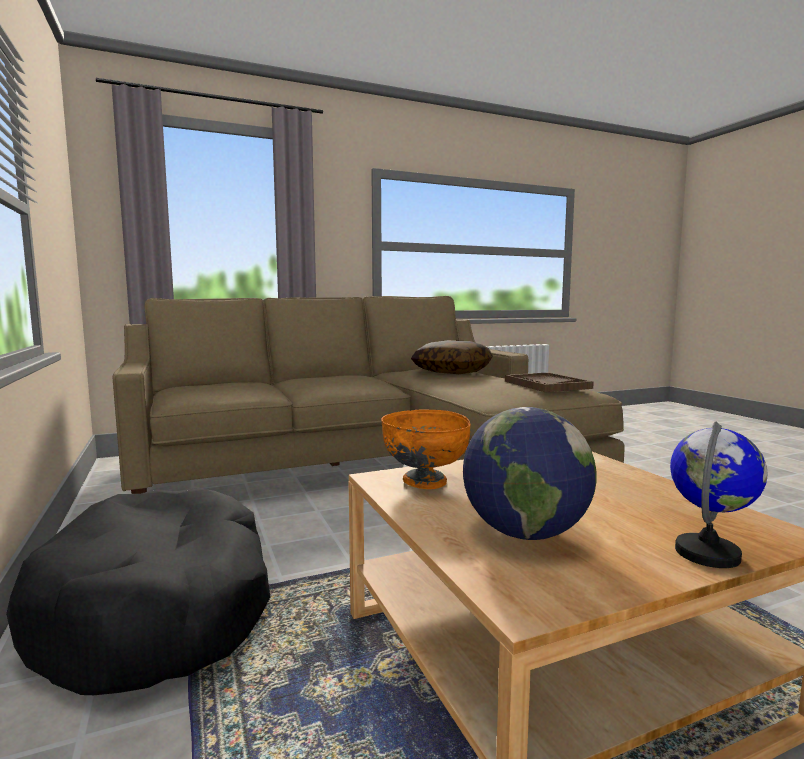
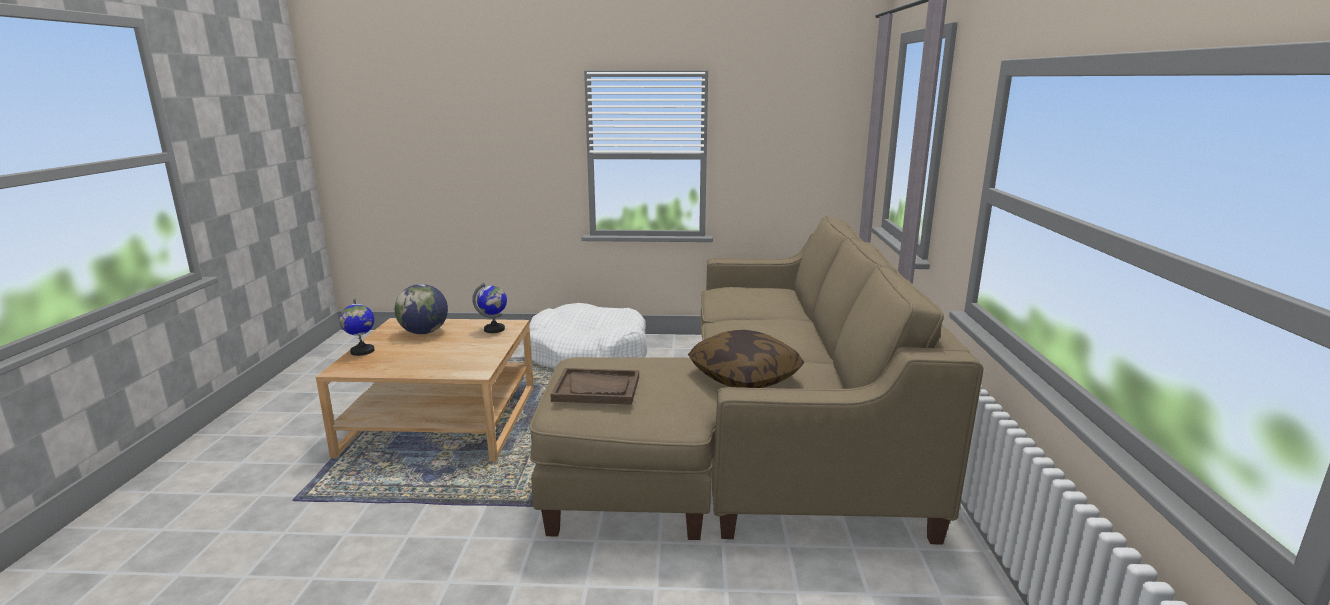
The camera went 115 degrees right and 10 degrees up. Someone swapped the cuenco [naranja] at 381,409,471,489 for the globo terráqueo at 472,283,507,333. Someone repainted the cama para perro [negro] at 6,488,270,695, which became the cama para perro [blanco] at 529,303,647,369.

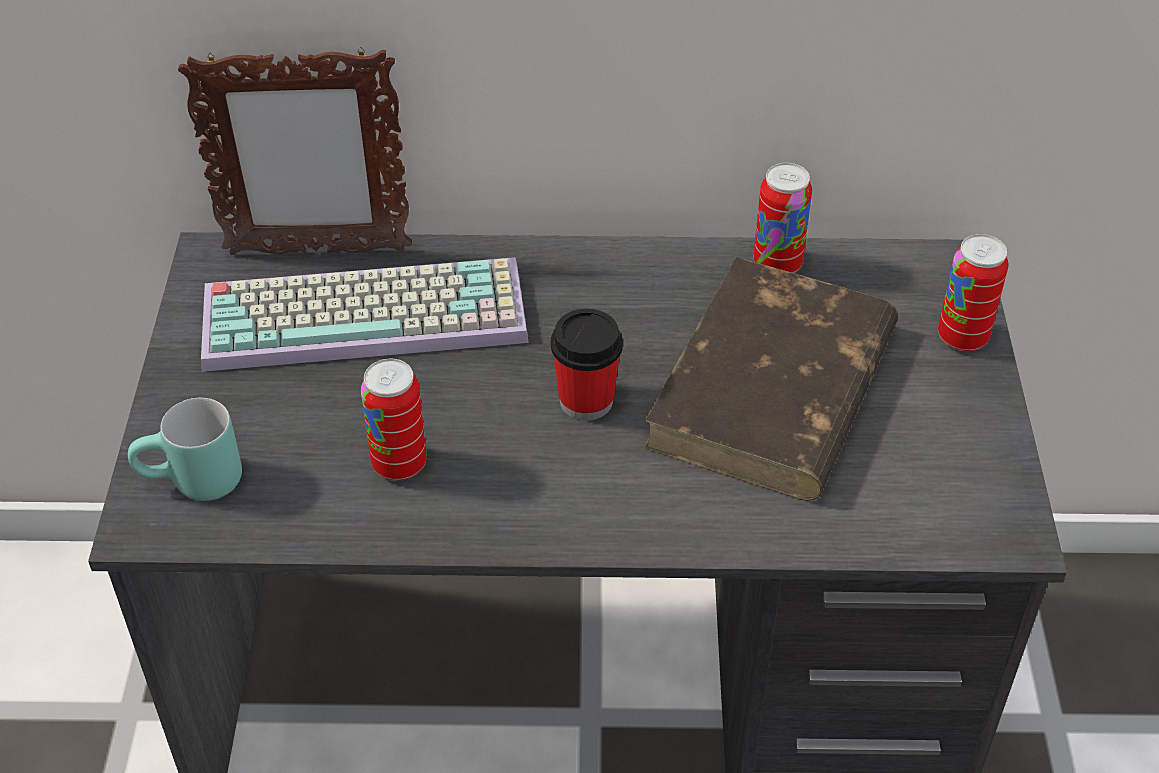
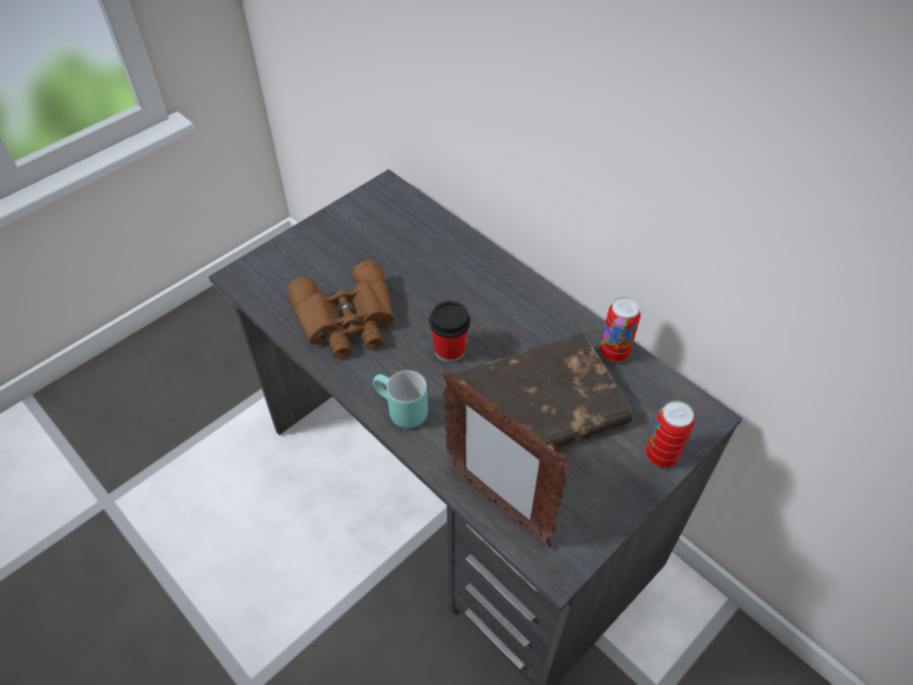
The camera went 45 degrees right and 5 degrees up. Someone took away the teclado at 201,257,529,372. Someone carried the taza grande [turquesa] from 128,398,242,501 to 373,370,428,428. Someone carried the portarretratos from 178,47,412,255 to 442,371,570,548. Someone swapped the lata at 361,359,427,480 for the prismáticos [marrón] at 287,260,394,358.

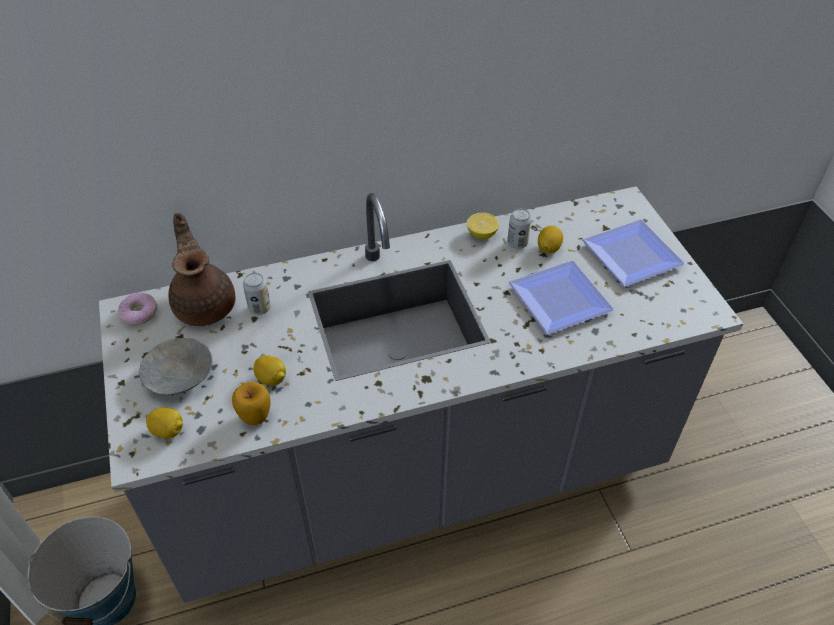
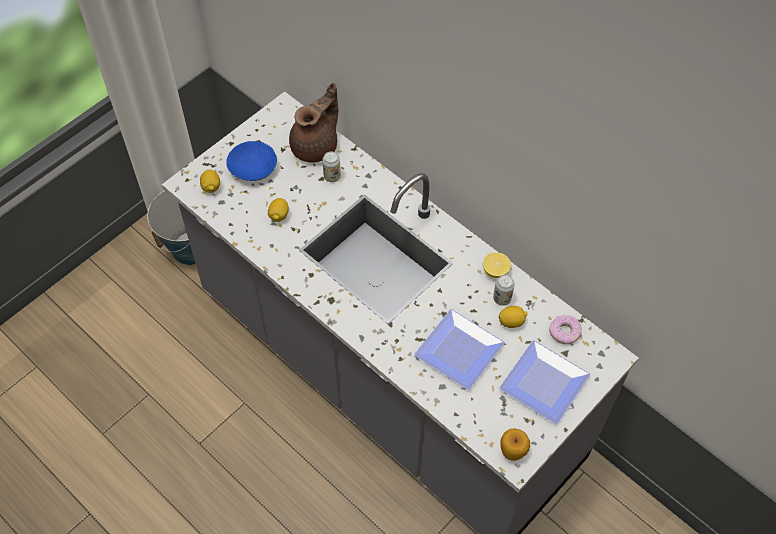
The camera went 60 degrees right and 10 degrees up. Someone carried the rosquilla from 118,293,158,325 to 549,315,582,344. Someone carried the manzana from 232,382,271,425 to 500,428,530,461. Someone repainted the cuenco [gris] at 139,338,212,396, which became the cuenco [azul] at 226,141,277,181.

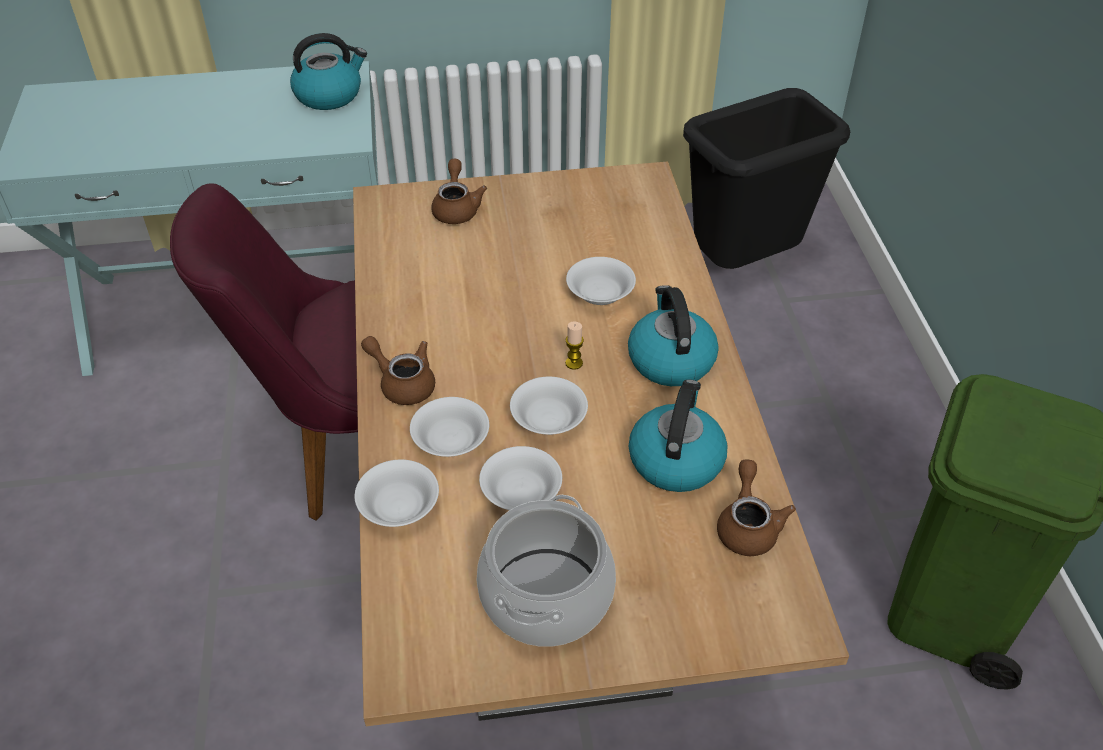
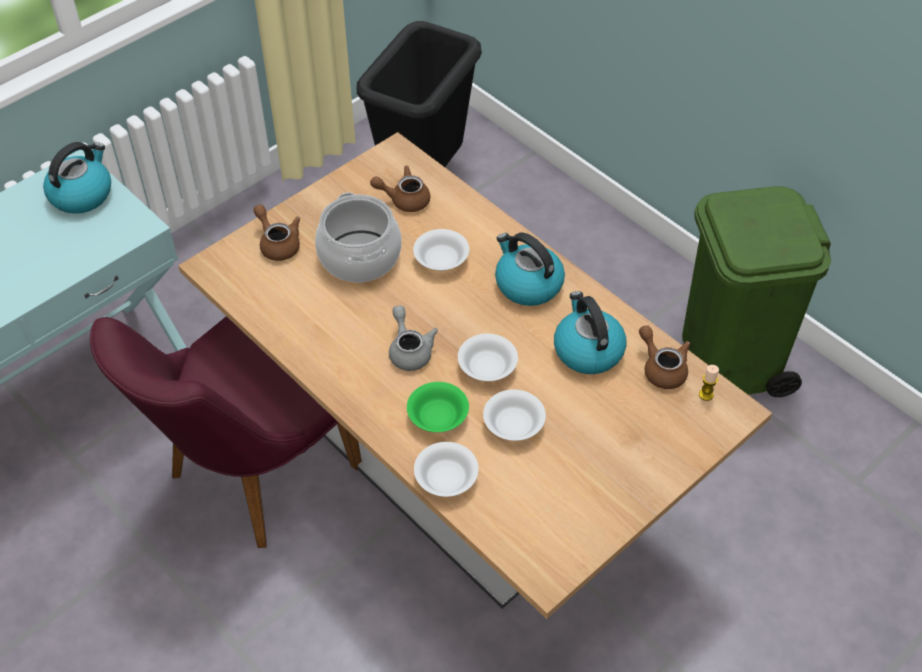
The camera went 35 degrees left and 5 degrees up. Someone put down the tetera [gris] at 389,305,438,371. Someone carried the tetera [marrón] from 361,336,435,405 to 370,166,430,212. Someone carried the olla from 477,495,616,647 to 315,192,402,282. Someone carried the vela from 565,322,584,370 to 699,365,719,401. Someone repainted the cuenco [blanco] at 410,397,489,457, which became the cuenco [verde] at 407,382,469,432.

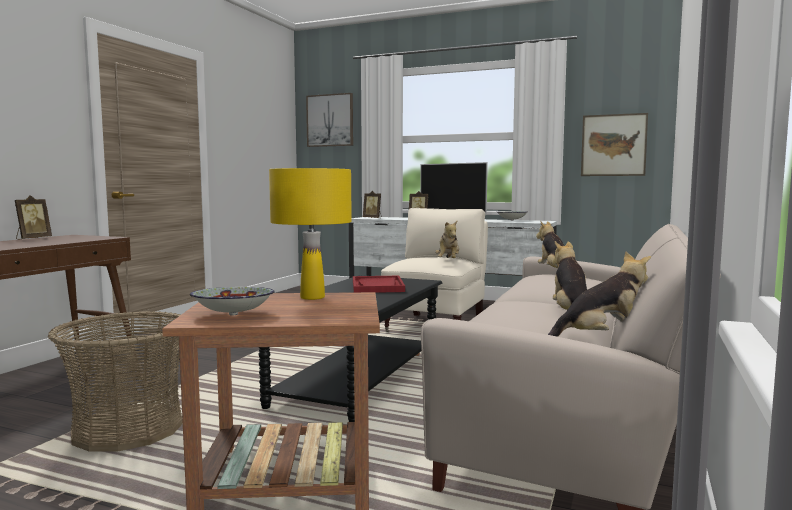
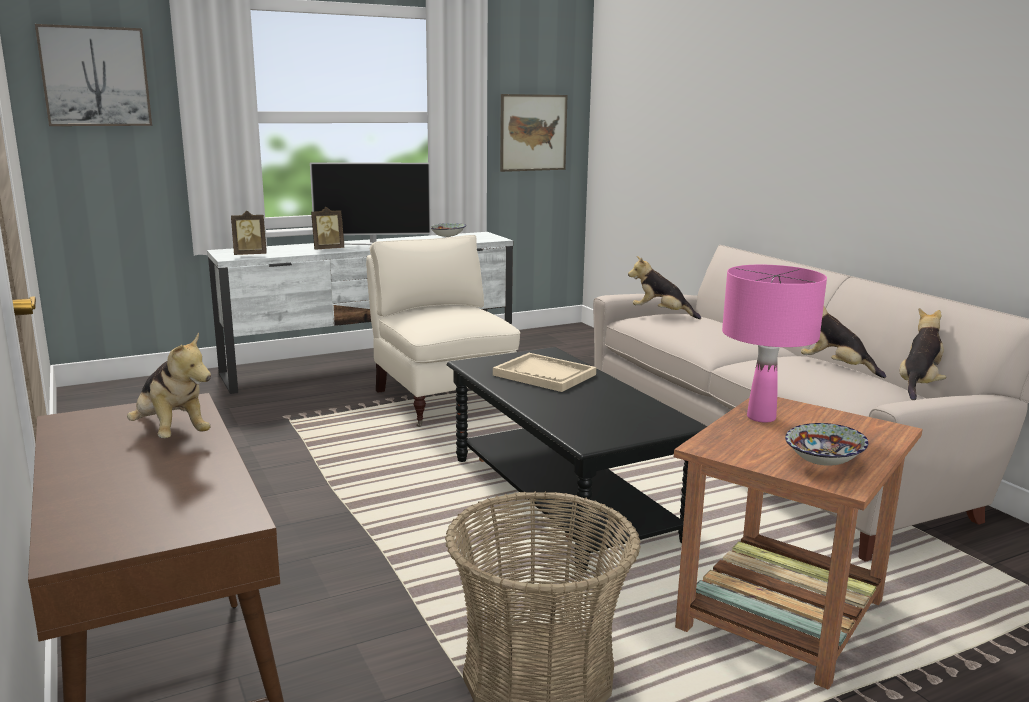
The camera went 50 degrees left and 10 degrees up. Someone took away the portarretratos at 15,195,52,239. Someone carried the peluche from 435,221,459,258 to 127,332,211,438. Someone repainted the lámpara de mesa [amarillo] at 269,168,352,300, which became the lámpara de mesa [rosa] at 722,265,827,423. Someone repainted the bandeja [rojo] at 353,276,405,293, which became the bandeja [beis] at 493,353,596,392.

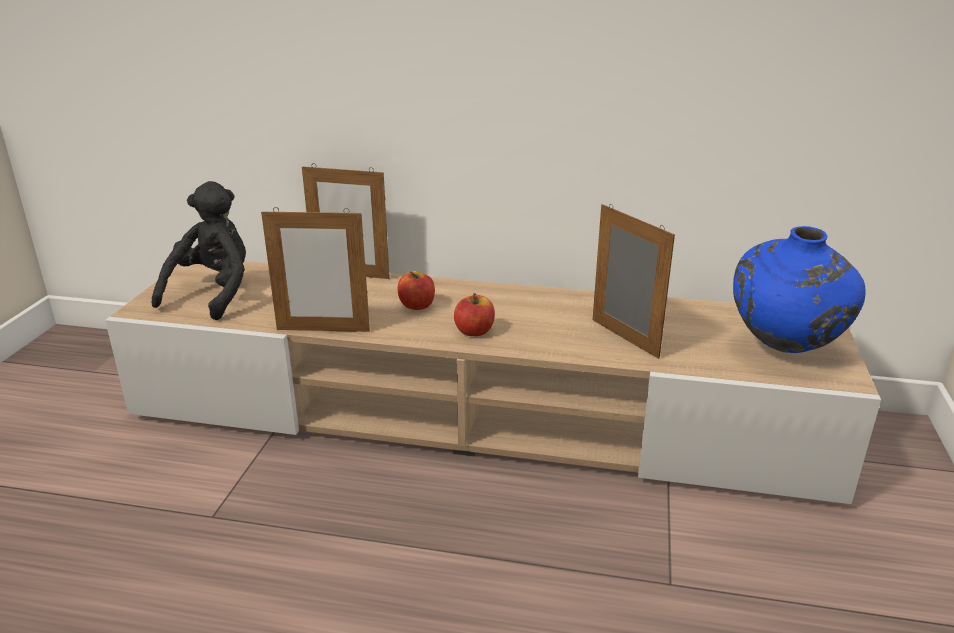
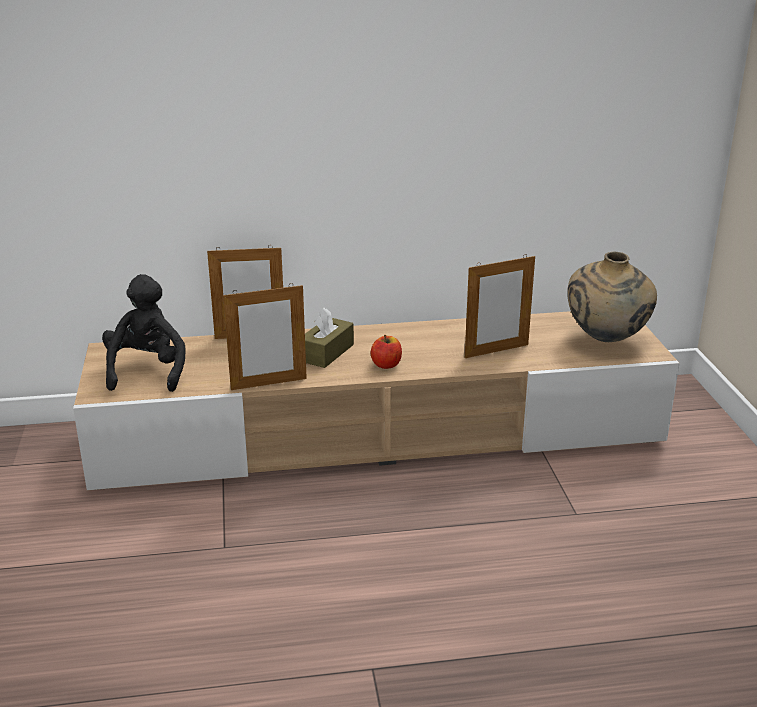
The camera went 20 degrees left and 0 degrees up. Someone swapped the manzana at 398,271,435,310 for the caja de pañuelos [marrón] at 305,308,354,368. Someone repainted the florero [azul] at 733,226,866,353, which became the florero [beis] at 567,252,657,342. Someone rotated the portarretratos at 593,204,675,359 by 120 degrees clockwise.

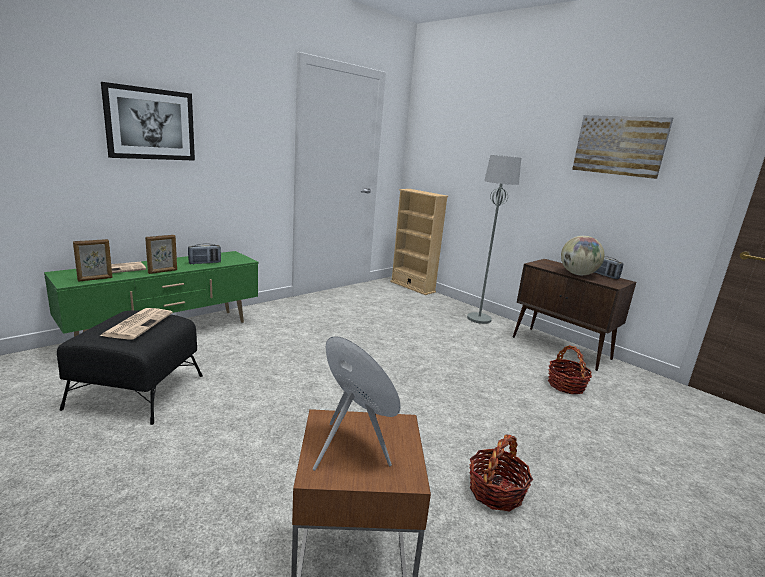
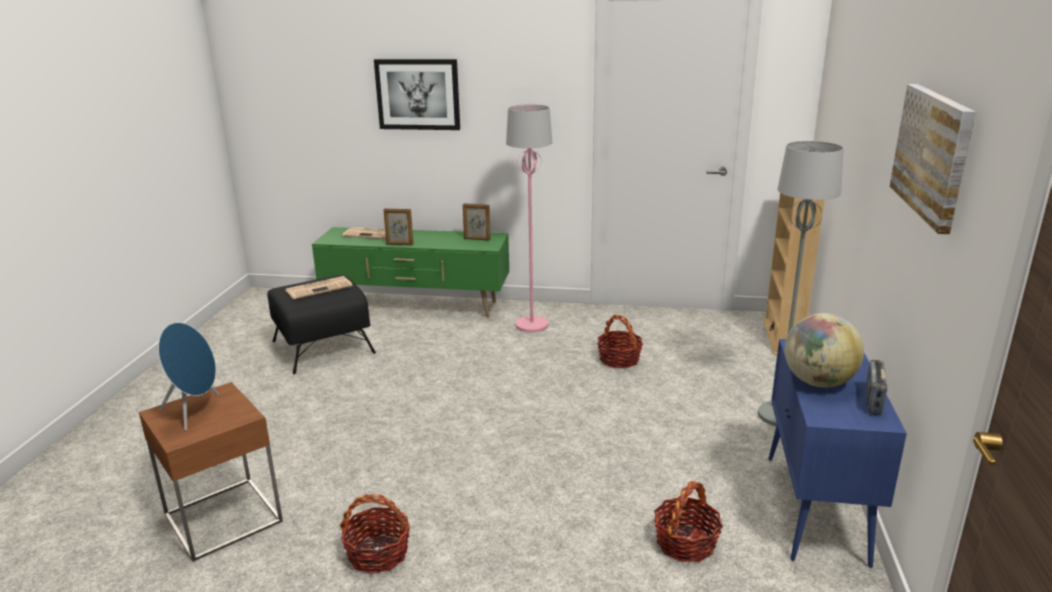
The camera went 55 degrees right and 5 degrees up. Someone took away the radio at 188,243,221,264. Someone put down the lámpara de pie [rosa] at 506,104,552,333. Someone put down the cesta at 597,315,643,368. Someone carried the portarretratos from 73,239,113,282 to 463,203,490,241. Someone repainted the armario [marrón] at 513,259,636,371, which became the armario [azul] at 768,339,907,568.

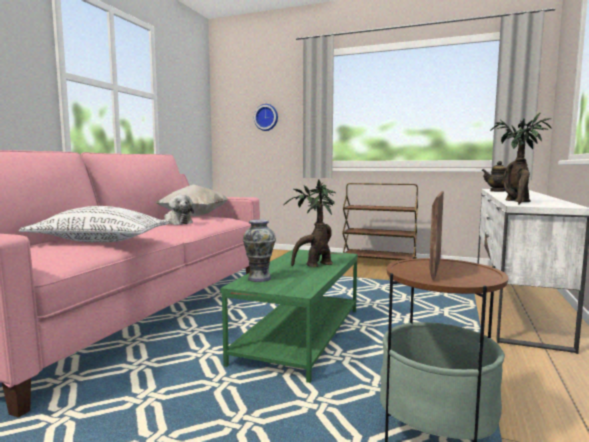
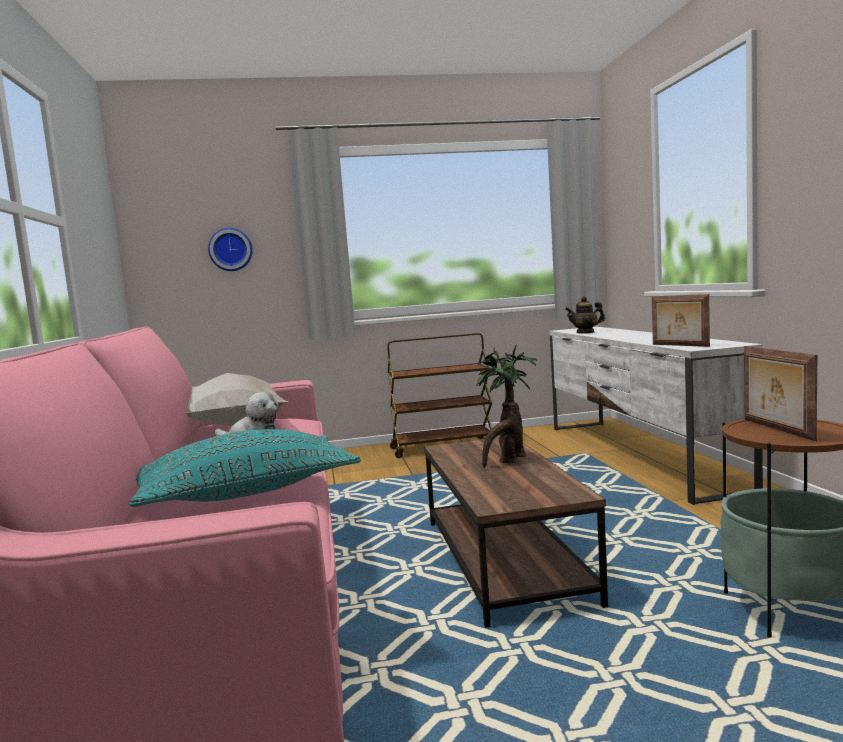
The camera went 30 degrees left and 0 degrees up. Someone took away the florero at 243,219,276,282. Someone swapped the planta en maceta at 490,112,552,205 for the portarretratos at 652,294,710,347. Someone repainted the cojín [blanco] at 19,206,170,242, which became the cojín [turquesa] at 130,429,361,507. Someone repainted the mesa de centro [verde] at 220,250,358,383, which became the mesa de centro [marrón] at 424,438,608,628.

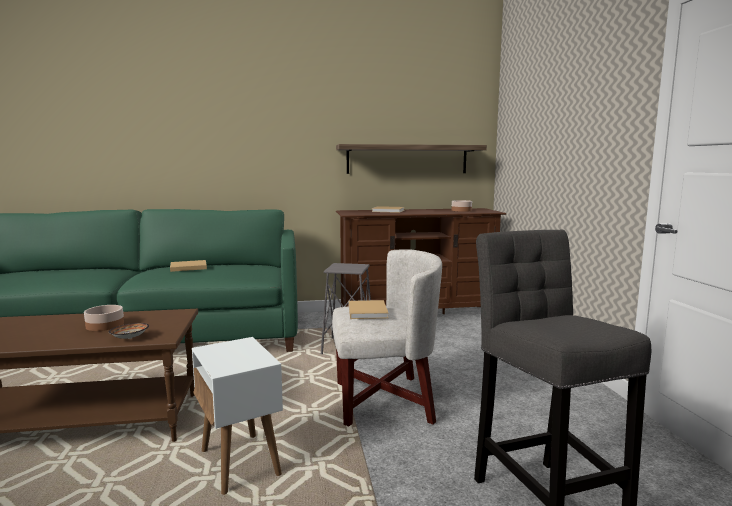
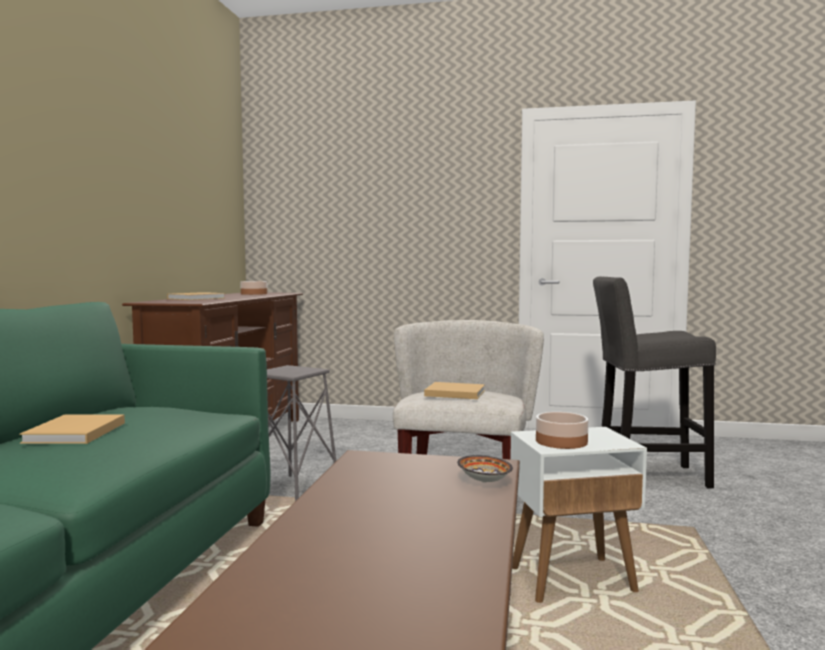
The camera went 70 degrees left and 5 degrees down. Someone took away the estante at 336,144,487,174. Someone carried the cuenco from 84,305,124,331 to 536,412,589,449.

